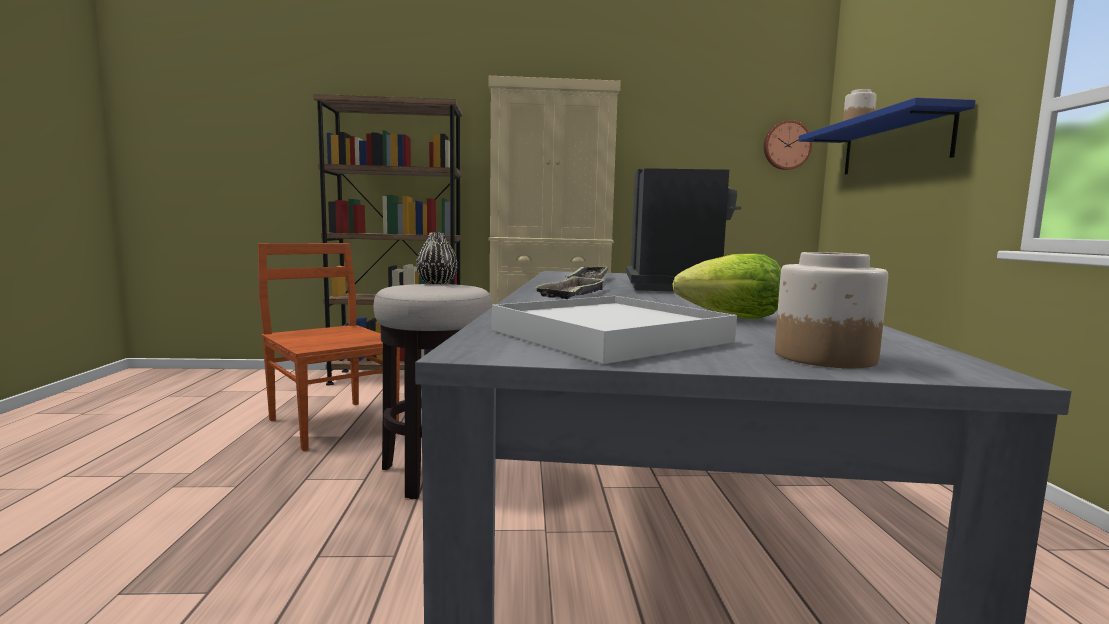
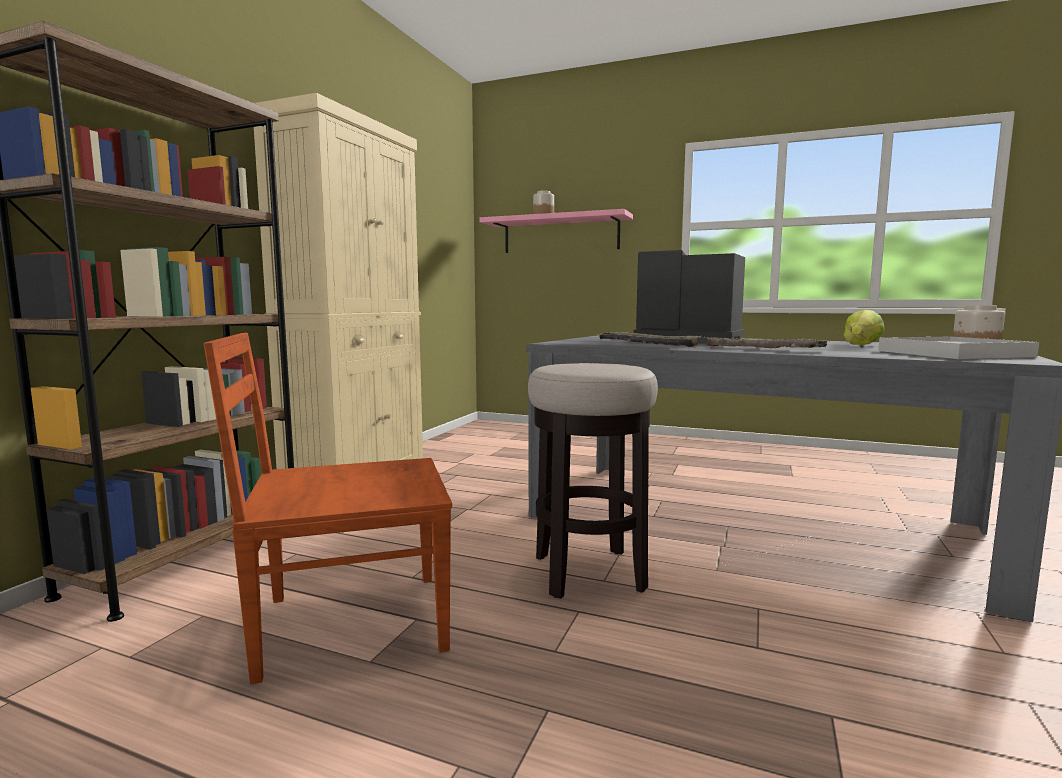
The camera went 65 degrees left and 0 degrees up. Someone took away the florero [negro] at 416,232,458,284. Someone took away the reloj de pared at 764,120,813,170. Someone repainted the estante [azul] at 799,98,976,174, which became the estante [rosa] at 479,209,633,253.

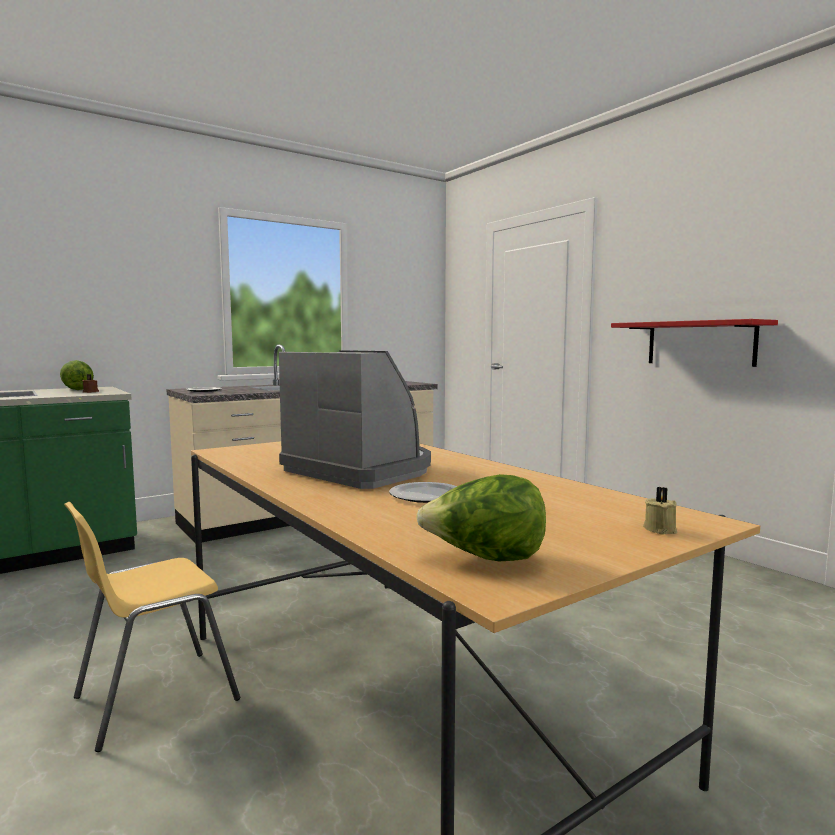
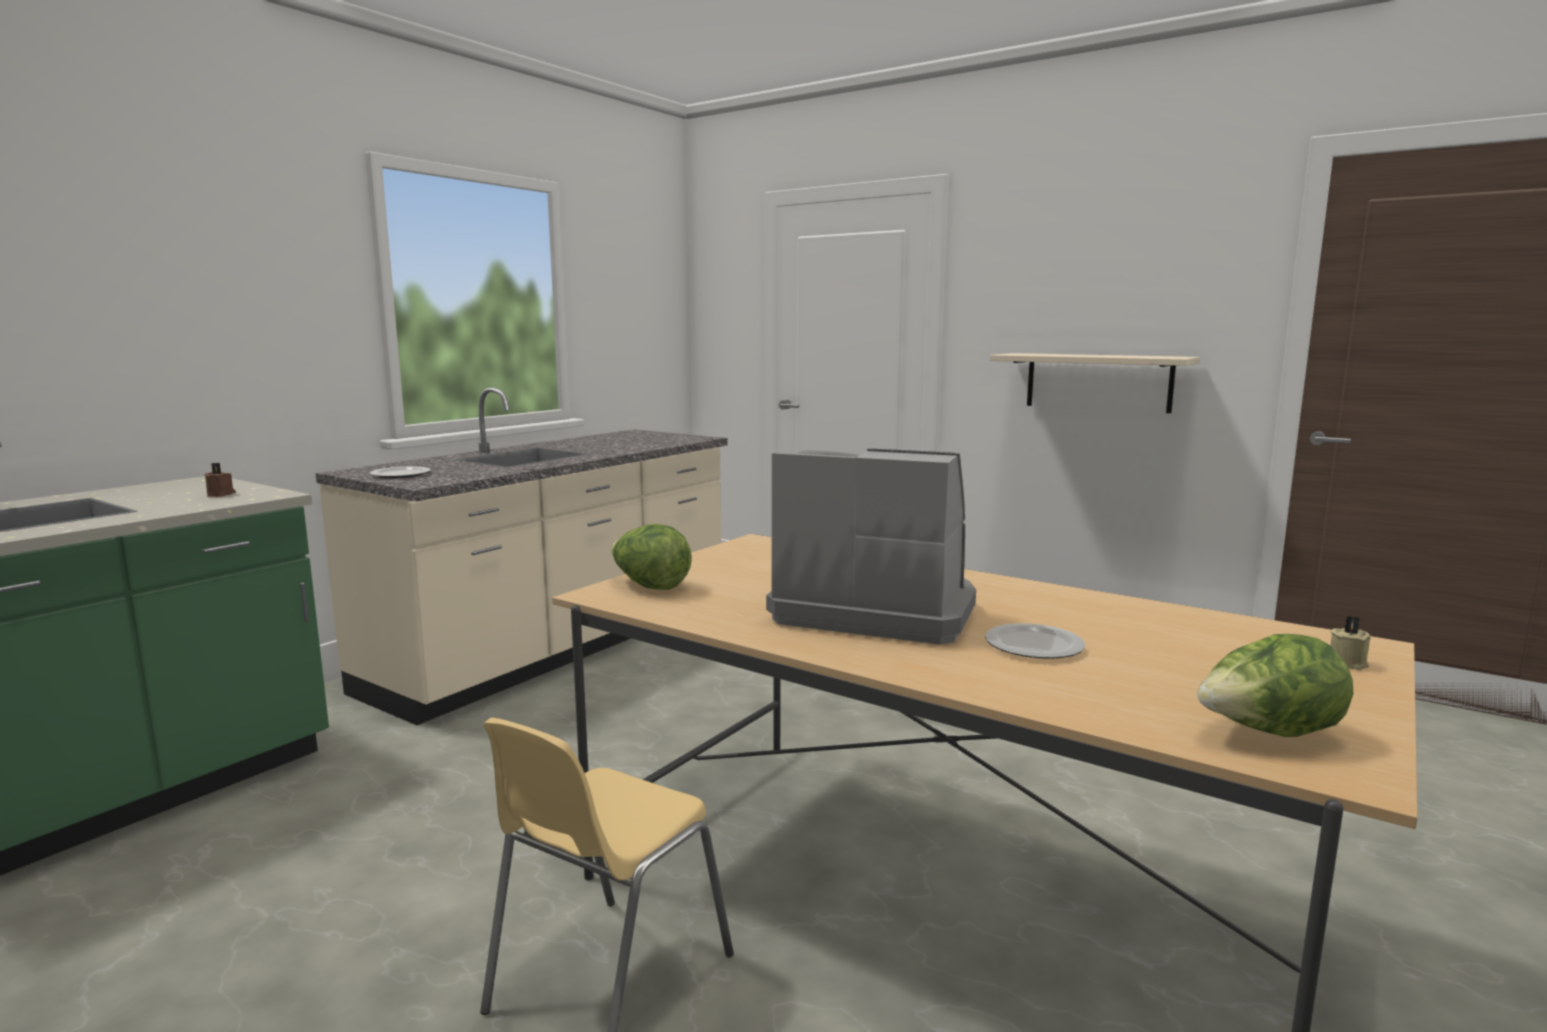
The camera went 20 degrees left and 5 degrees up. Someone carried the lechuga from 60,360,94,390 to 611,524,692,590. Someone repainted the estante [rojo] at 611,319,778,367, which became the estante [beis] at 990,353,1200,413.

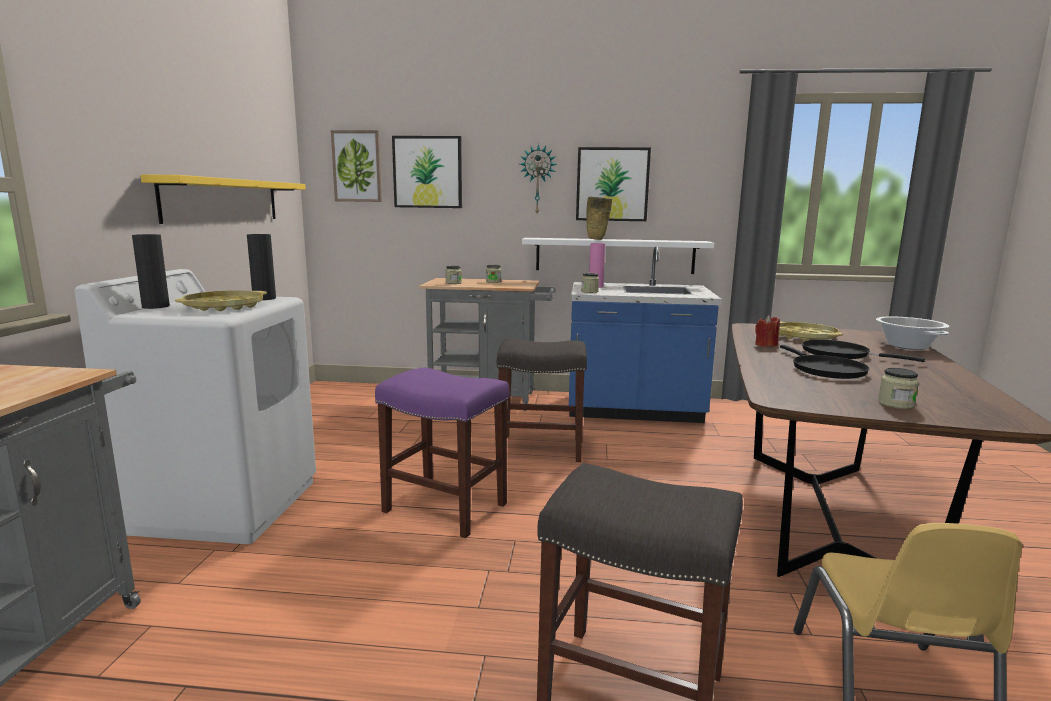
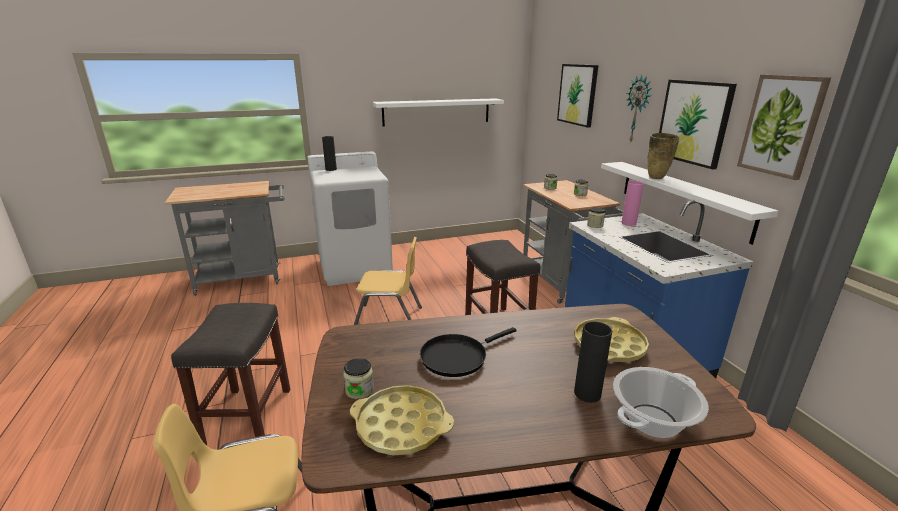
The camera went 65 degrees right and 10 degrees up. Someone took away the vela [rojo] at 755,315,780,347. Someone took away the sartén [negro] at 802,340,925,362. Someone carried the bandeja [amarillo] from 175,290,267,311 to 350,385,454,456. Someone carried the florero [negro] from 247,234,276,300 to 574,321,612,403. Someone carried the cuadro from 331,130,382,202 to 737,74,831,180. Someone swapped the taburete [morado] at 375,368,509,538 for the silla [amarillo] at 354,237,422,325. Someone repainted the estante [amarillo] at 141,174,306,224, which became the estante [blanco] at 372,98,504,126.

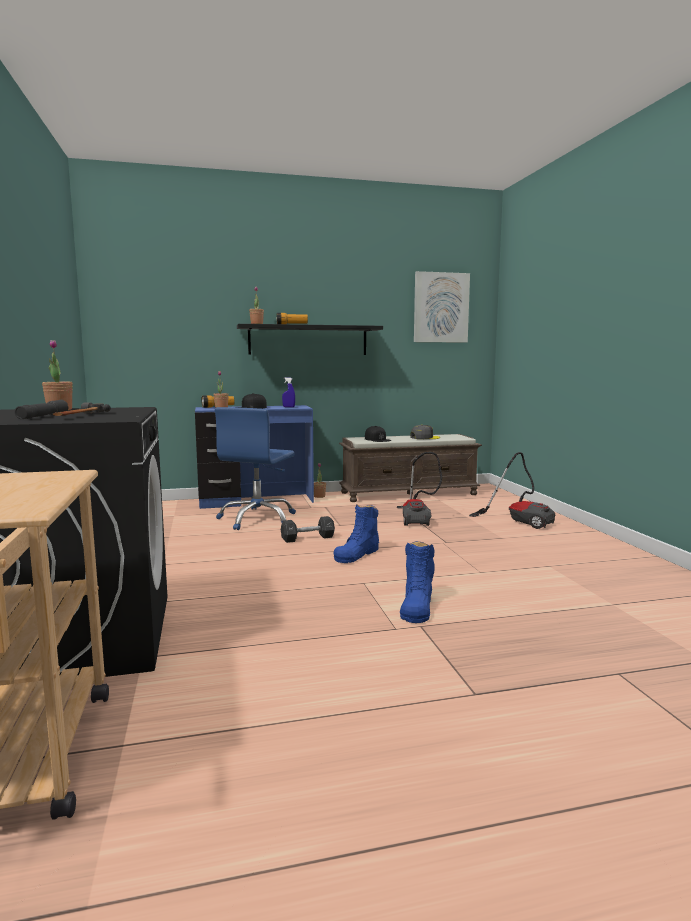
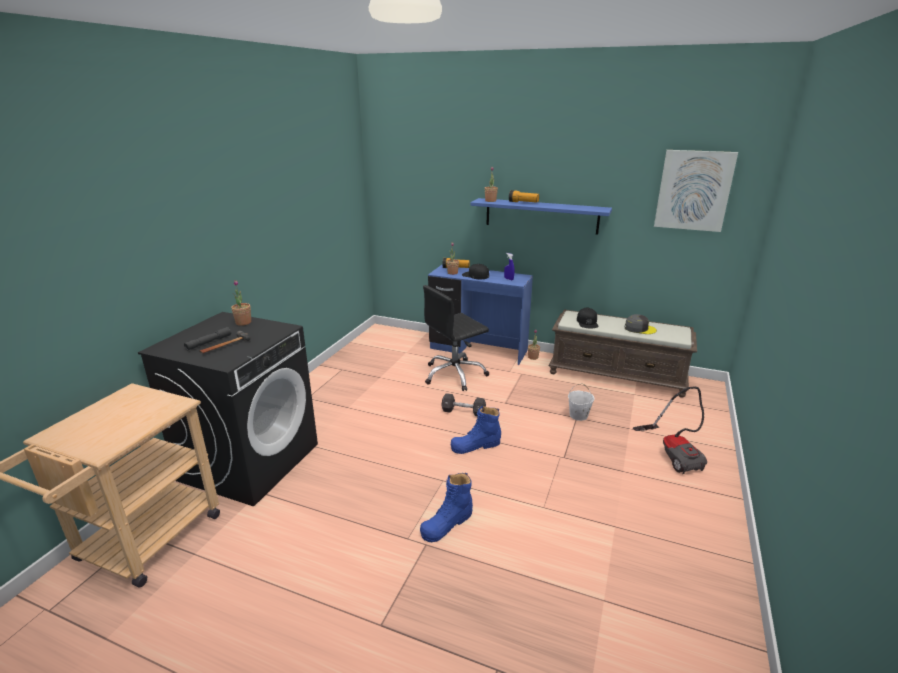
The camera went 35 degrees right and 15 degrees up. Someone swapped the aspiradora at 397,452,442,526 for the cubo [blanco] at 568,384,595,421. Someone repainted the silla de oficina [azul] at 215,407,296,530, which became the silla de oficina [negro] at 423,285,489,391. Someone repainted the estante [negro] at 237,324,383,355, which became the estante [azul] at 470,198,612,235.

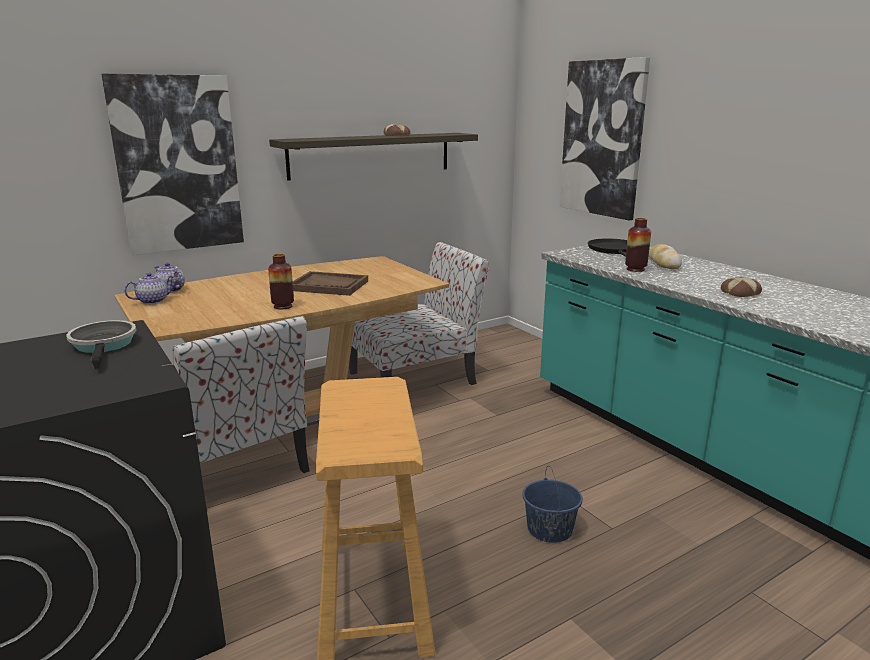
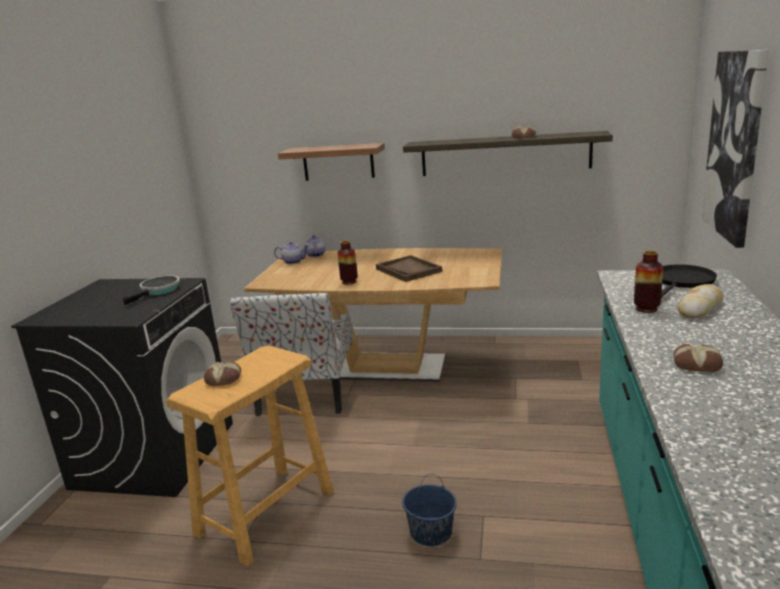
The camera went 45 degrees right and 0 degrees up. Someone took away the silla at 349,242,489,385. Someone put down the pan at 204,362,241,386. Someone swapped the cuadro at 101,74,244,255 for the estante at 278,143,385,181.

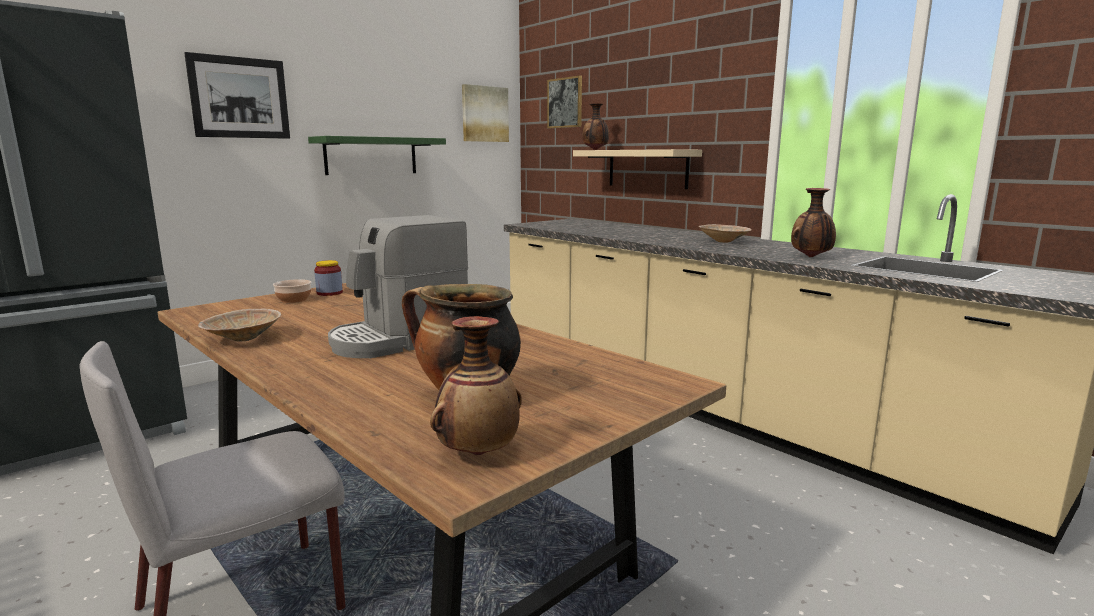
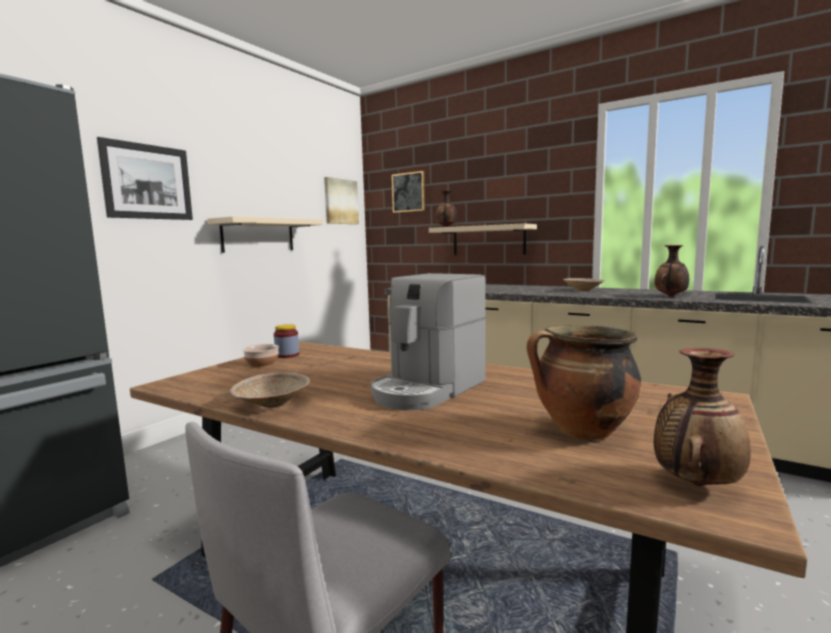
The camera went 15 degrees left and 5 degrees down. Someone repainted the estante [verde] at 308,136,446,175, which became the estante [beis] at 207,216,323,253.

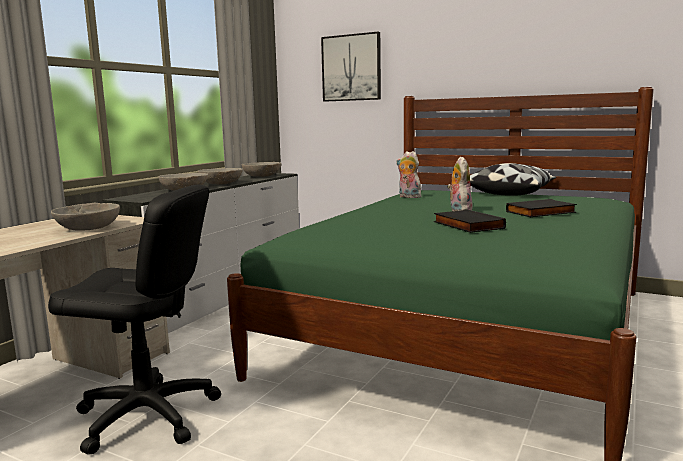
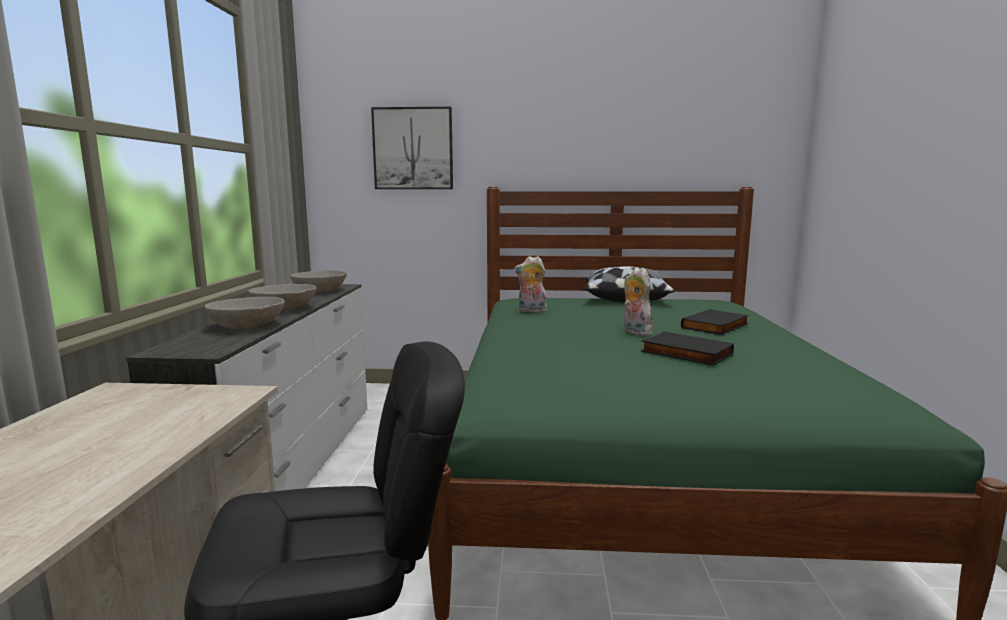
The camera went 25 degrees left and 0 degrees up. Someone took away the cuenco [gris] at 51,203,120,231.

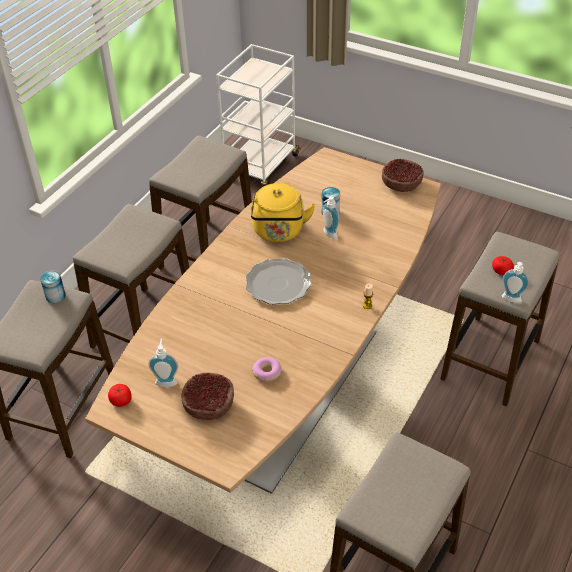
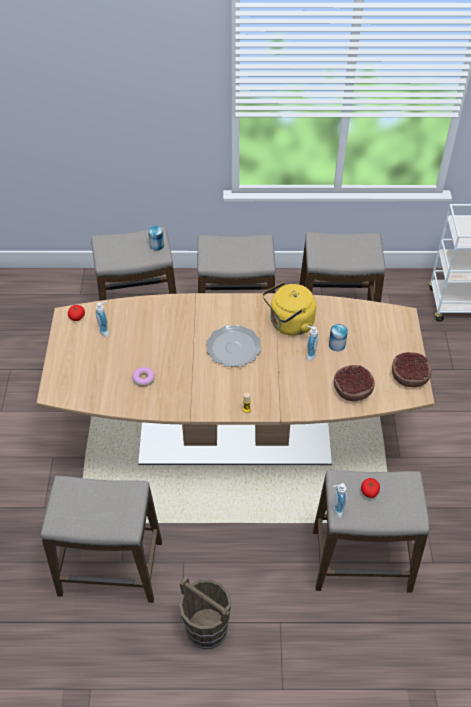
The camera went 60 degrees right and 5 degrees up. Someone put down the cubo [marrón] at 179,576,232,649. Someone carried the cuenco from 182,373,234,420 to 334,365,375,401.

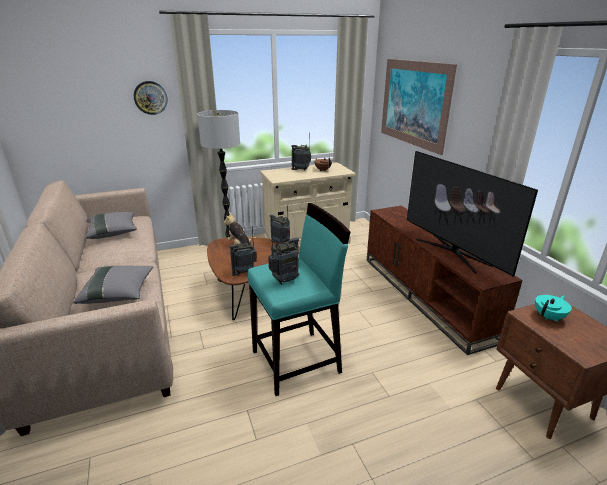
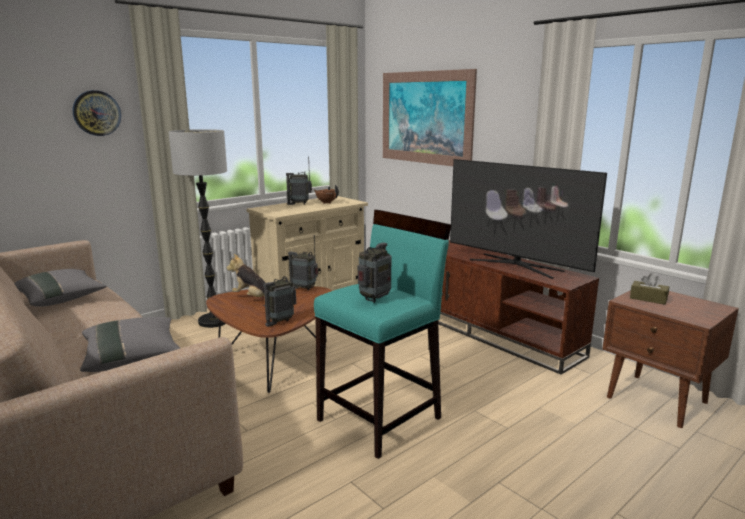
The camera went 20 degrees left and 10 degrees down. Someone swapped the tetera [turquesa] at 535,295,572,321 for the caja de pañuelos [marrón] at 630,273,669,305.

